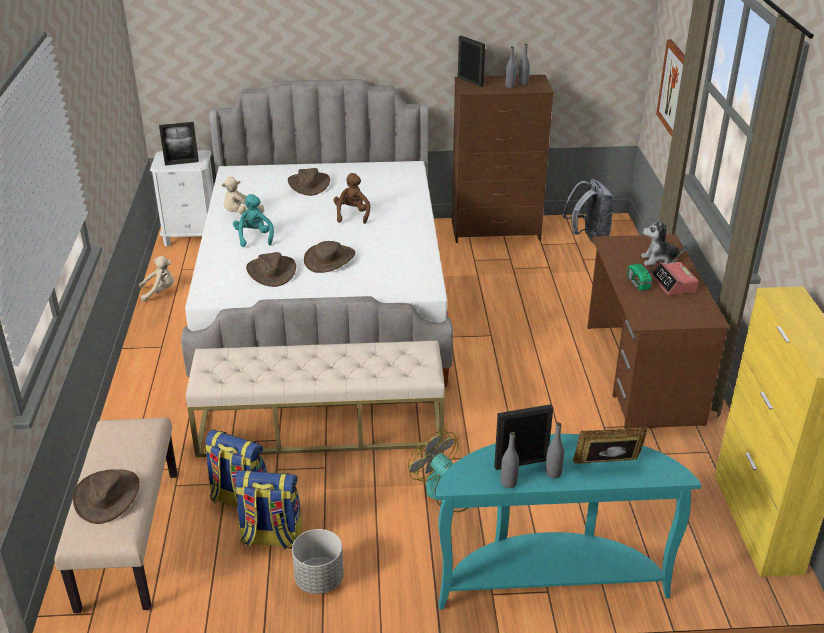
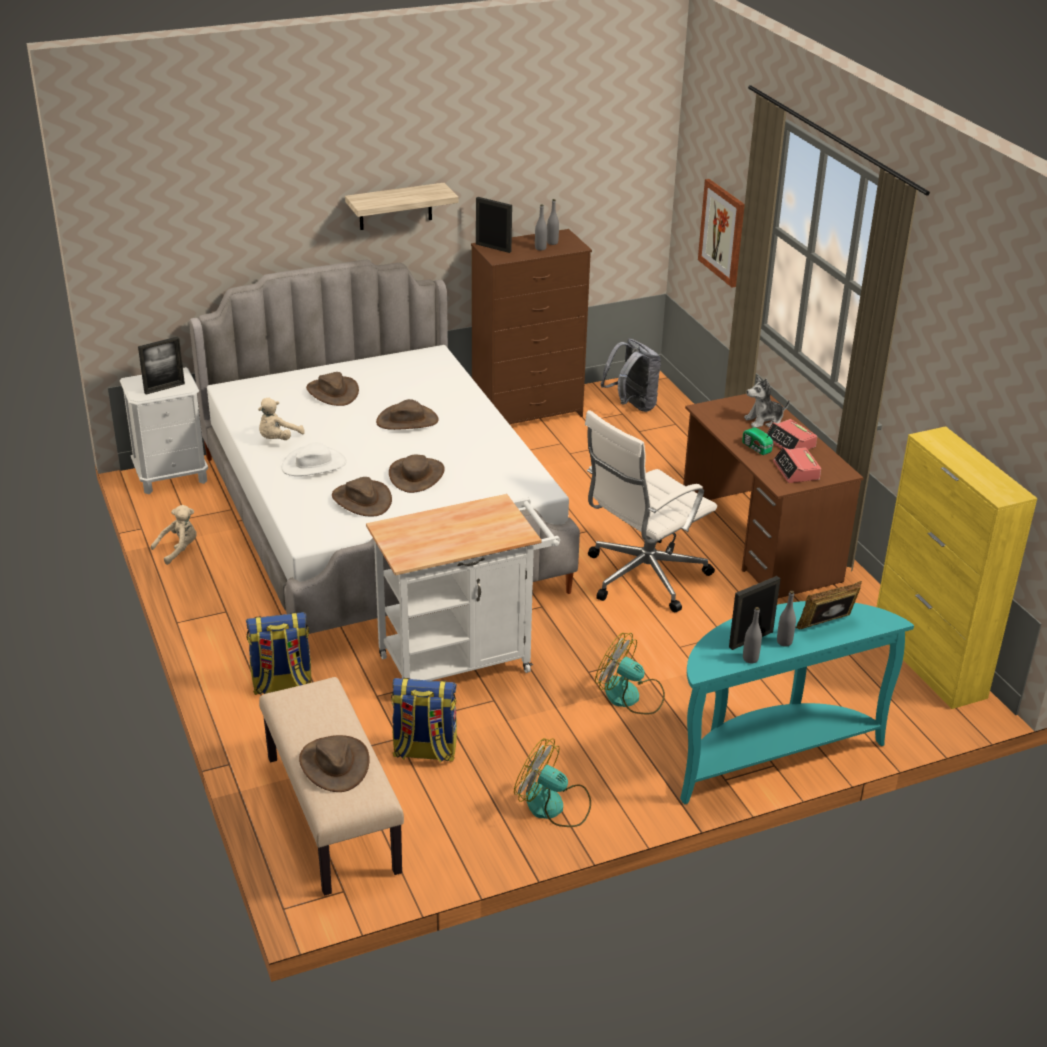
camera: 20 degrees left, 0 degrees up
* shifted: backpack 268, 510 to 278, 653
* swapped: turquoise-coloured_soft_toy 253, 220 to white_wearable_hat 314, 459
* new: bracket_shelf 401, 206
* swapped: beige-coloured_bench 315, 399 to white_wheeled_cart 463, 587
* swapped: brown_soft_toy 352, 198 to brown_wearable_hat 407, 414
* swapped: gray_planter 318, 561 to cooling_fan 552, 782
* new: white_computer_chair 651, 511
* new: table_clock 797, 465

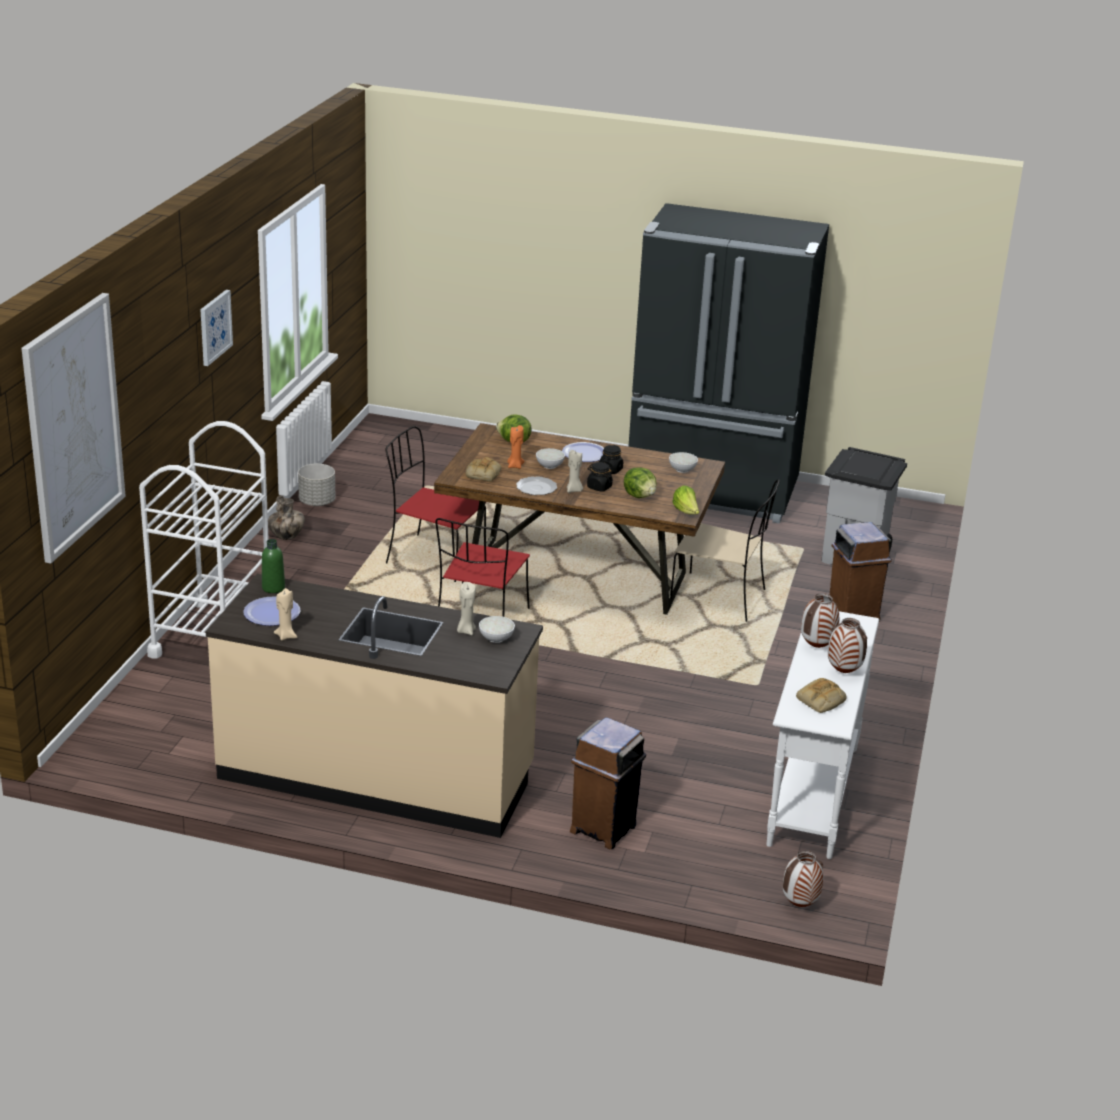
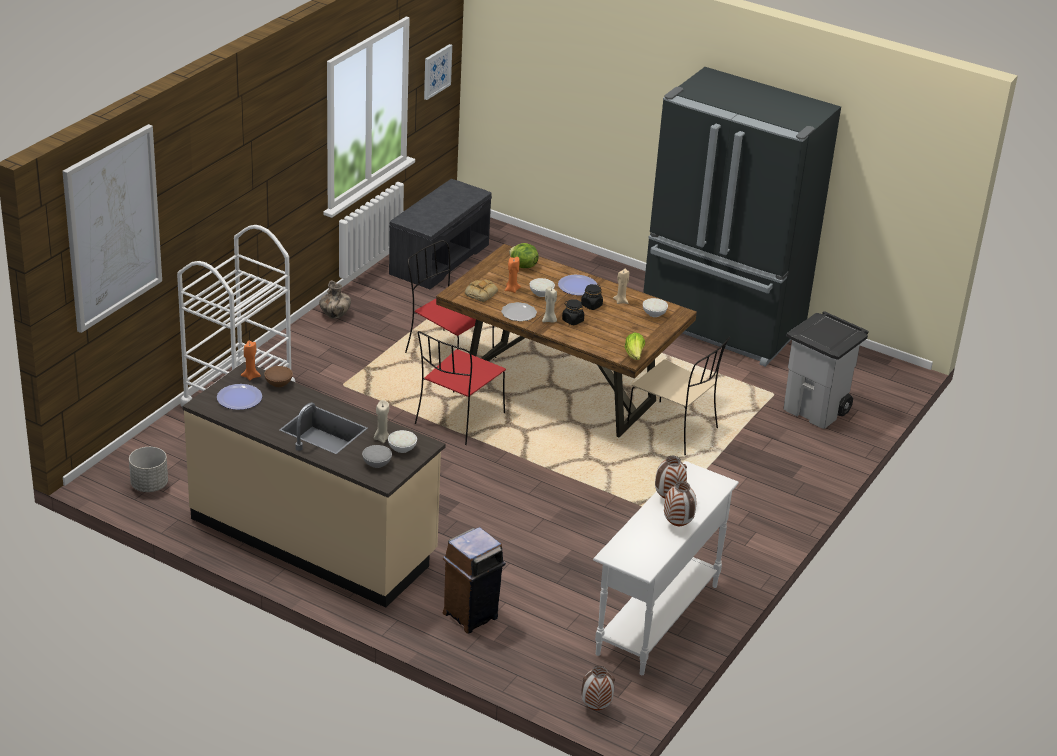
camera: 15 degrees right, 5 degrees up
* shifted: gray_planter 316, 485 to 148, 469
* swapped: green-coloured_beverage_bottle 273, 566 to orangey_wax_light 251, 360
* new: brown_serving_bowl 278, 376
* new: gray_serving_bowl 377, 456
* new: gray_bench 440, 234
* shifted: picture 216, 328 to 438, 72
* shifted: beige-coloured_wax_light 285, 614 to 621, 286
* gone: lettuce_head 640, 483
* gone: bread 821, 695
* gone: brown_rubbish_bin 861, 572

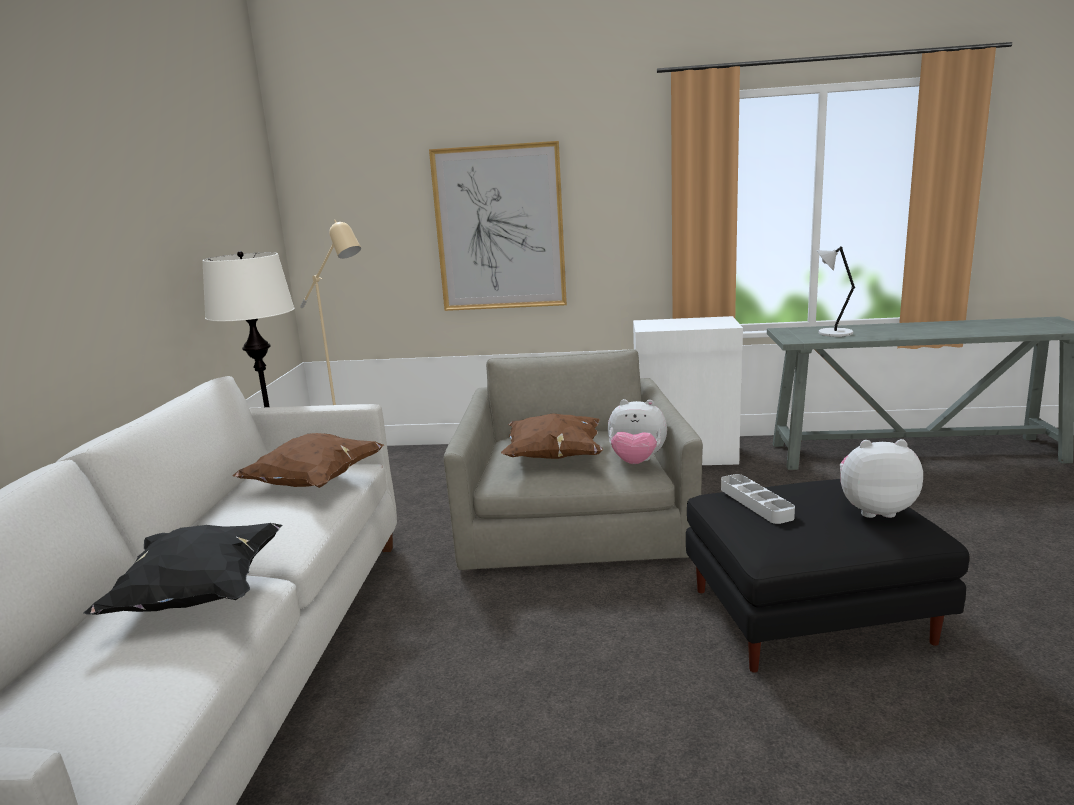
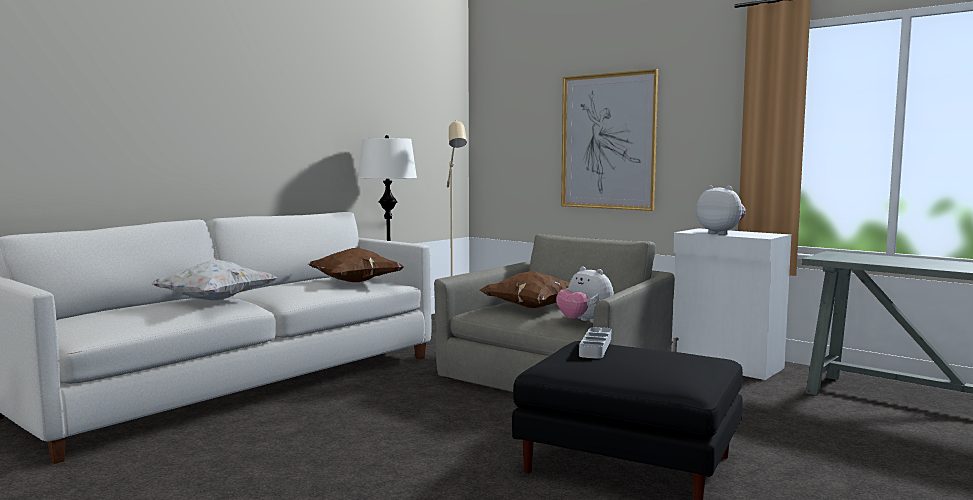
camera: 35 degrees right, 10 degrees down
* repainted: black_cushion 183, 569 to white_cushion 214, 280
* shifted: soft_toy 881, 478 to 721, 210
* gone: gray_lamp_for_a_table 835, 291

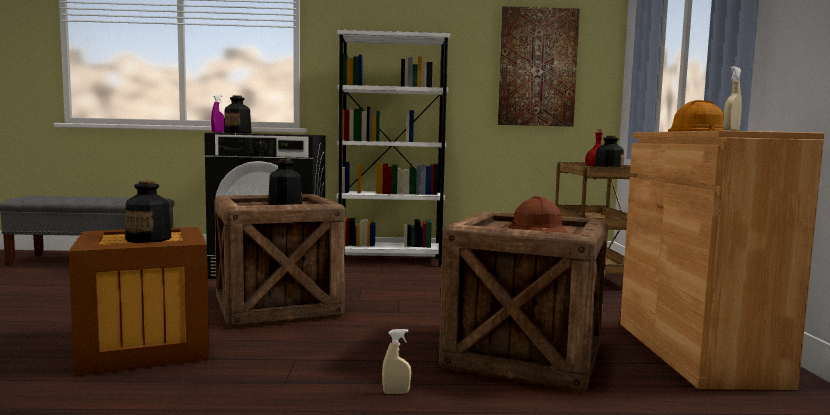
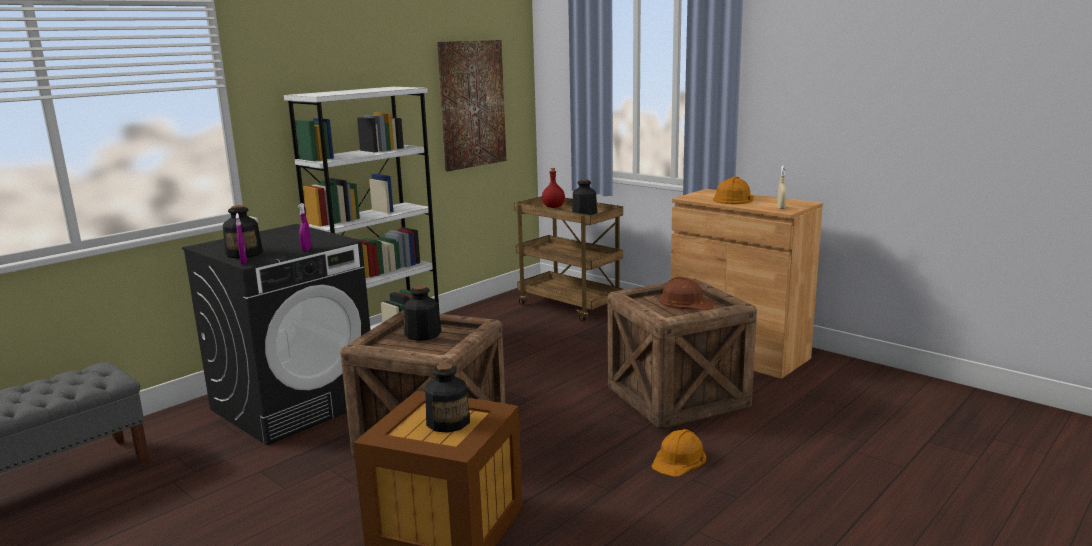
camera: 45 degrees left, 10 degrees up
* new: purple-coloured_sprayer 304, 227
* swapped: beige-coloured_sprayer 396, 361 to orangey_safety_helmet 679, 453

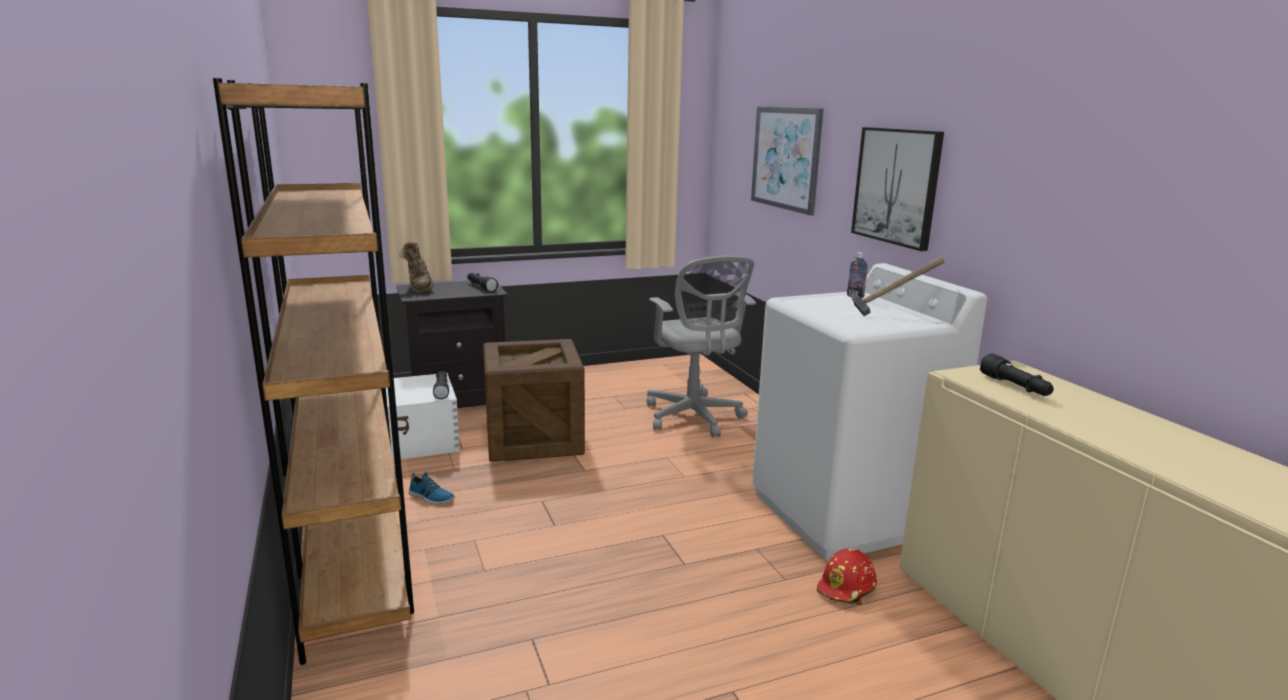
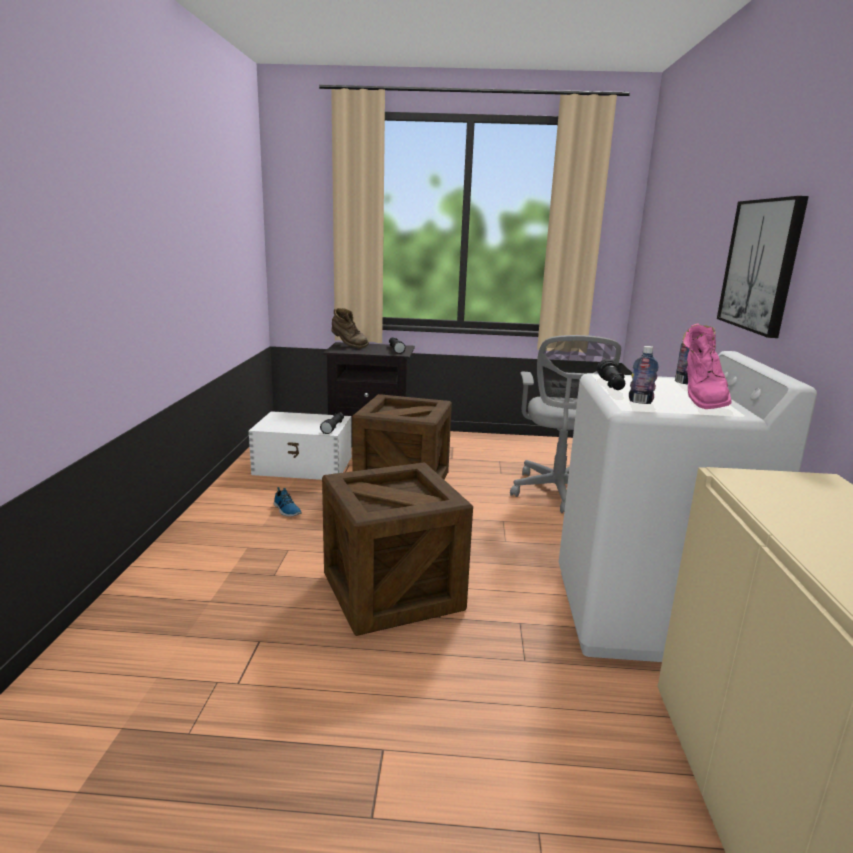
camera: 25 degrees right, 0 degrees up
* new: shipping_crate 397, 549
* rotated: brown_high-top_boot 416, 268 = 350, 328 60 degrees counterclockwise
* shifted: black_flashlight 1017, 374 to 611, 374
* new: beverage_bottle 644, 375
* swapped: hammer 897, 286 to pink-coloured_high-top_boot 706, 366
* gone: brown_bookshelf 313, 371
* gone: picture 787, 161
* gone: red-coloured_safety_helmet 847, 576

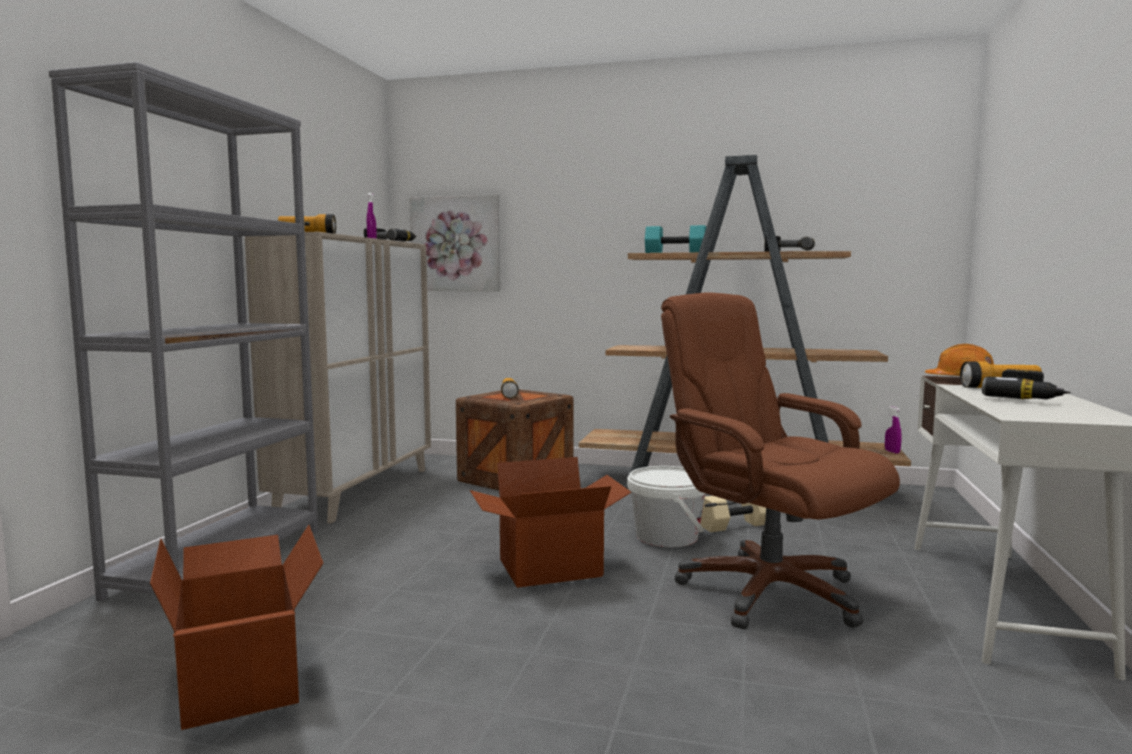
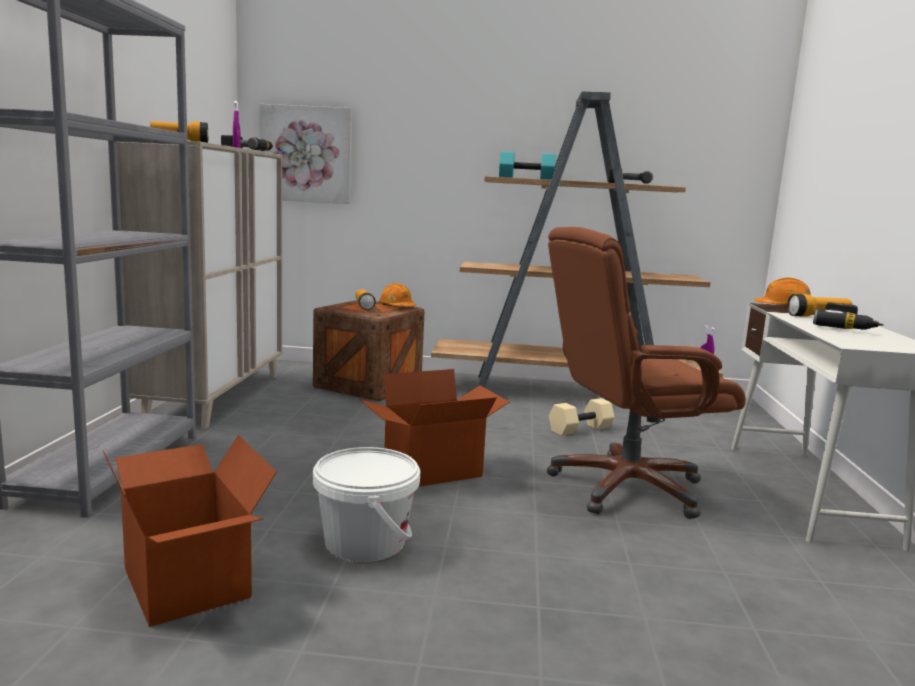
camera: 10 degrees left, 5 degrees up
* shifted: white_bucket 666, 506 to 366, 504
* new: orangey_safety_helmet 397, 295
* rotated: brown_computer_chair 780, 460 = 646, 373 60 degrees counterclockwise

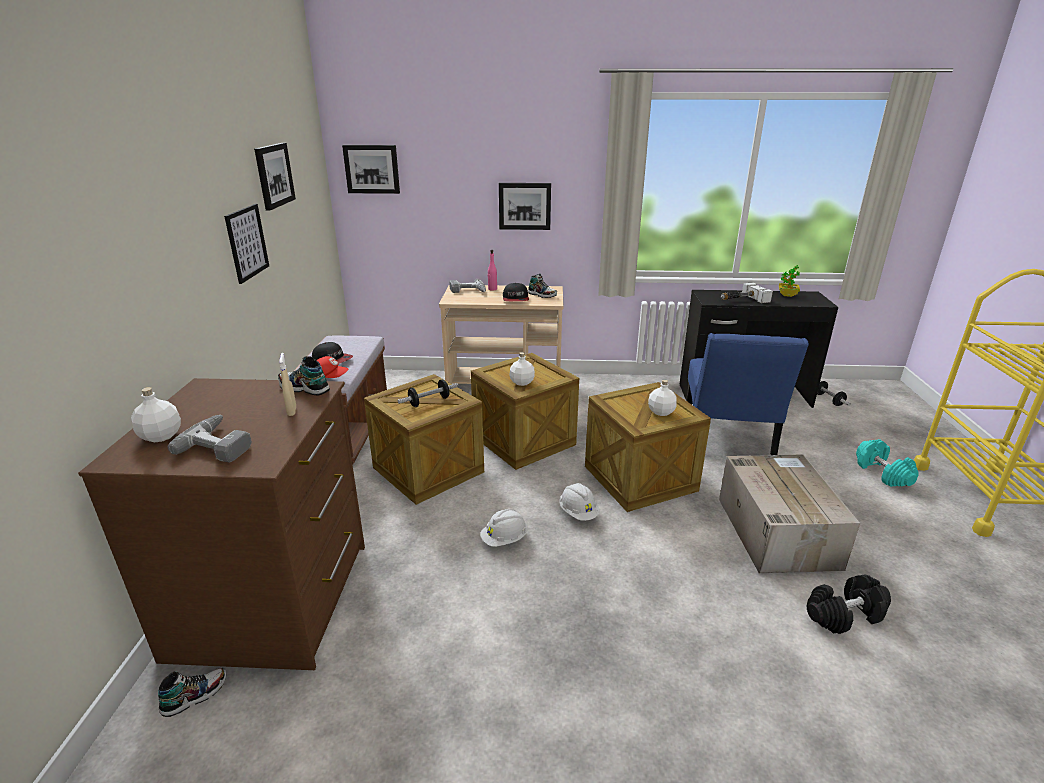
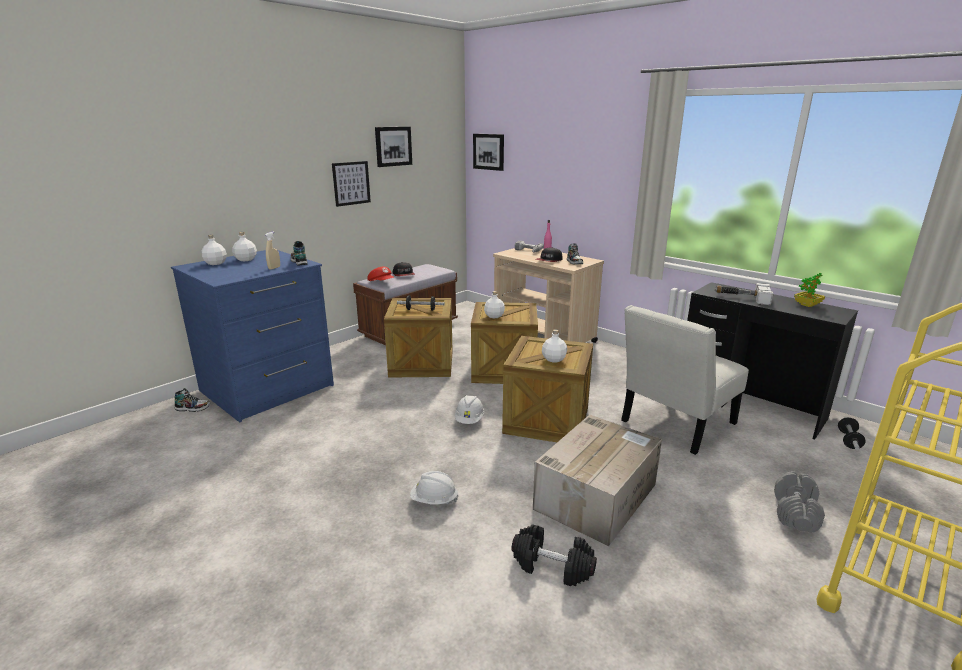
camera: 40 degrees right, 5 degrees down
* repainted: brown_dresser 221, 524 to blue-coloured_dresser 252, 336
* new: white_beverage_bottle 244, 246
* shifted: white_safety_helmet 504, 528 to 434, 487
* repainted: blue-coloured_plain_chair 747, 394 to white_plain_chair 685, 380
* repainted: turquoise-coloured_dumbbell 887, 463 to gray_dumbbell 799, 502
* gone: drill 210, 439
* gone: picture 525, 206

